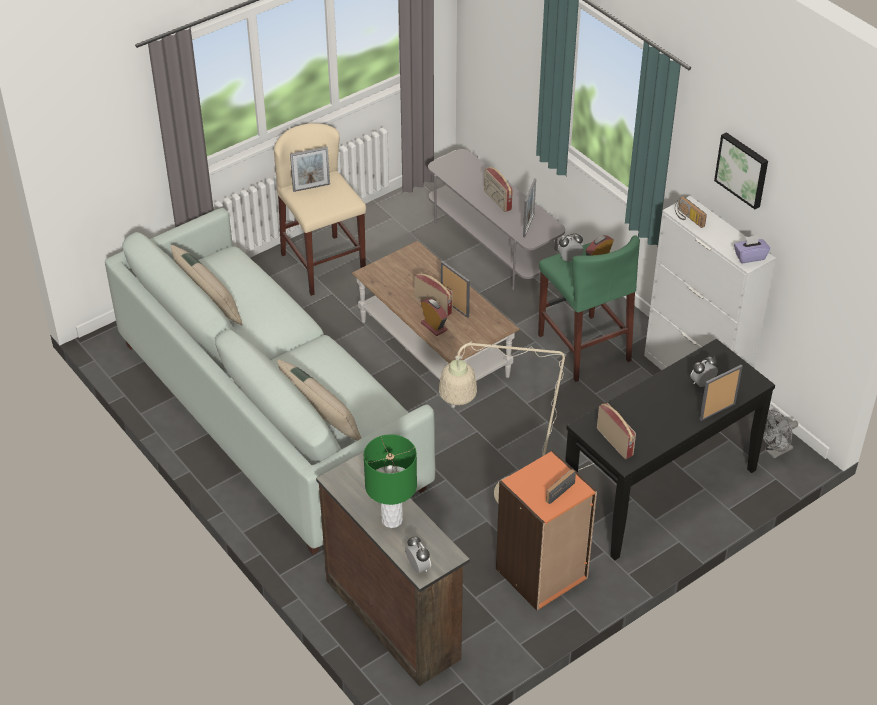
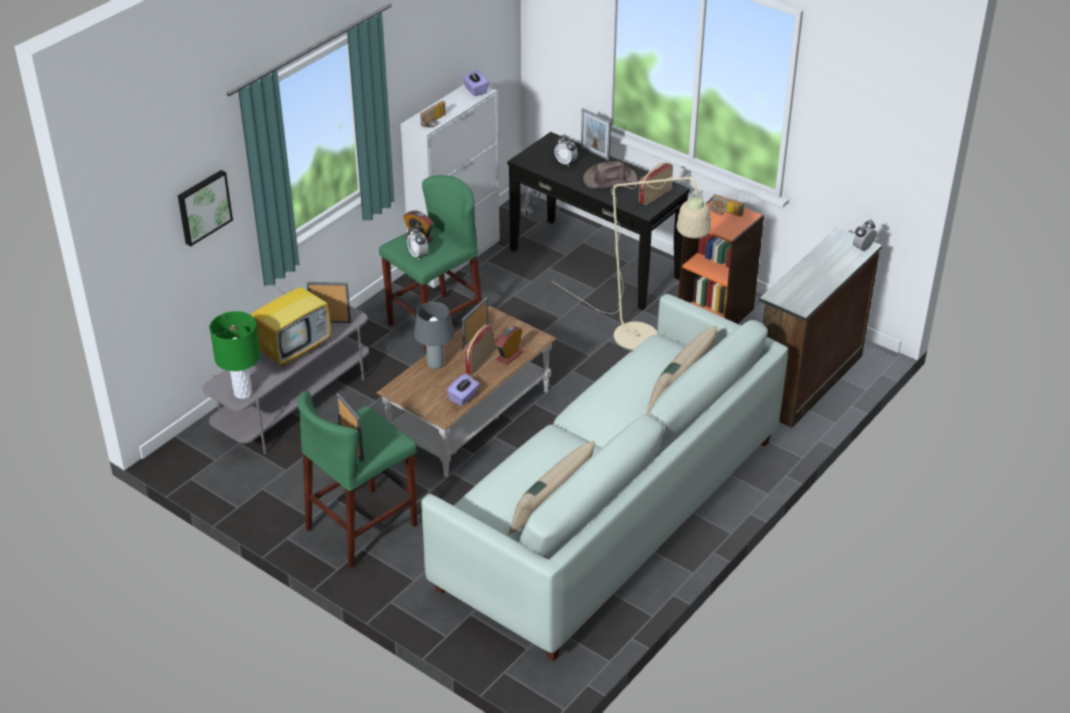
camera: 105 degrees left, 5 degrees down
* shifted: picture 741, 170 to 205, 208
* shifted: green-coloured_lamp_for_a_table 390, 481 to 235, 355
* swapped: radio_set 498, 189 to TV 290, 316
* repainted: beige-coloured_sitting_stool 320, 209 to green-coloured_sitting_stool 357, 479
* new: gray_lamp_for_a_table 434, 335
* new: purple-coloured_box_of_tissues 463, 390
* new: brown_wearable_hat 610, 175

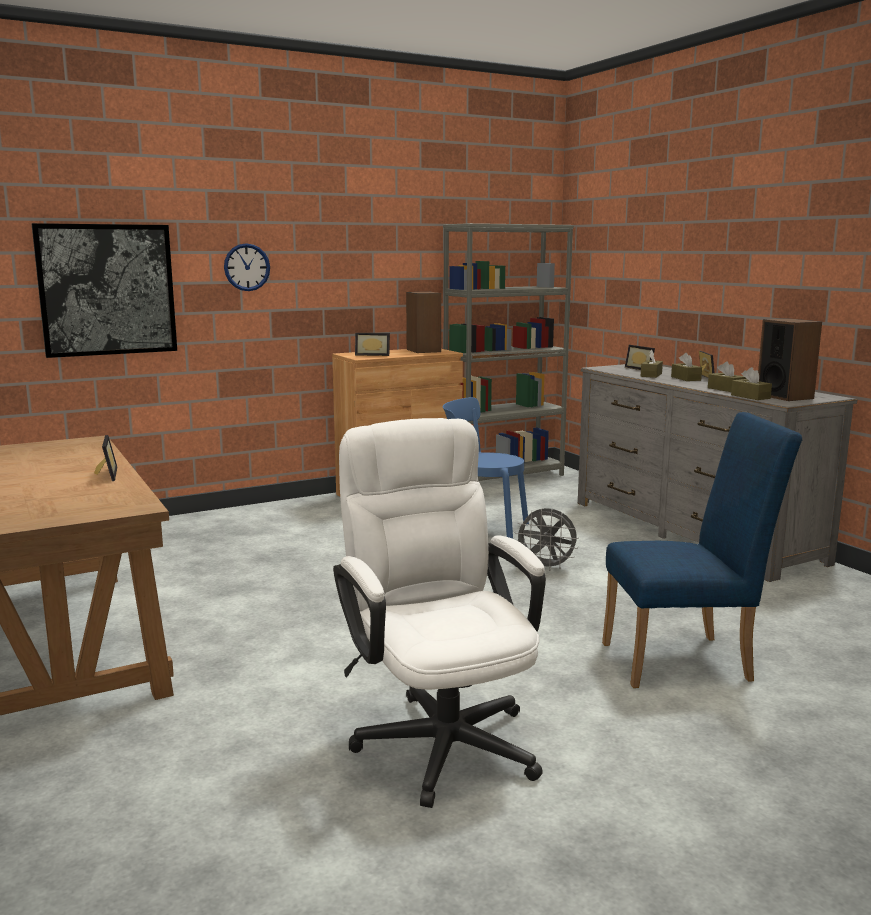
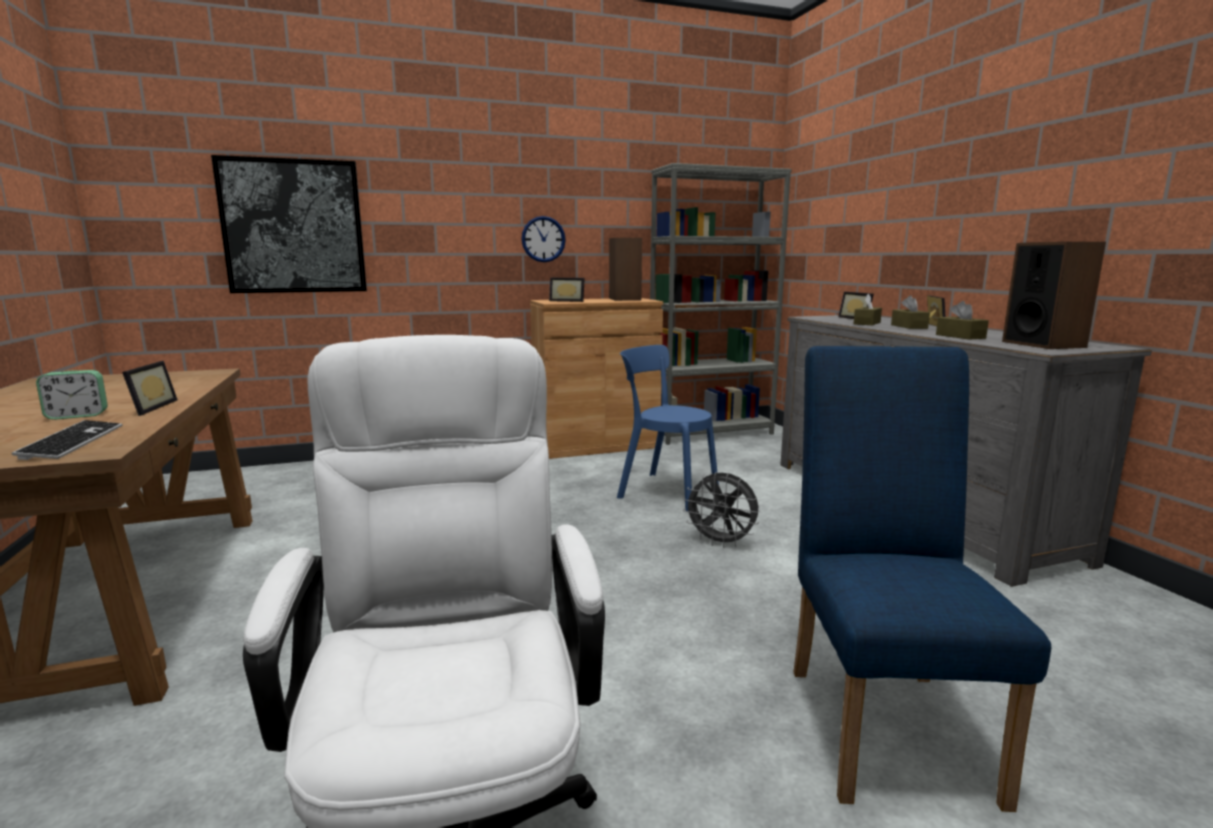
camera: 10 degrees right, 0 degrees up
* new: keyboard 67, 440
* new: table_clock 72, 395
* shifted: wall_clock 247, 267 to 543, 239
* rotated: blue-coloured_plain_chair 702, 550 = 922, 579 90 degrees counterclockwise
* gone: brown_box_of_tissues 751, 383

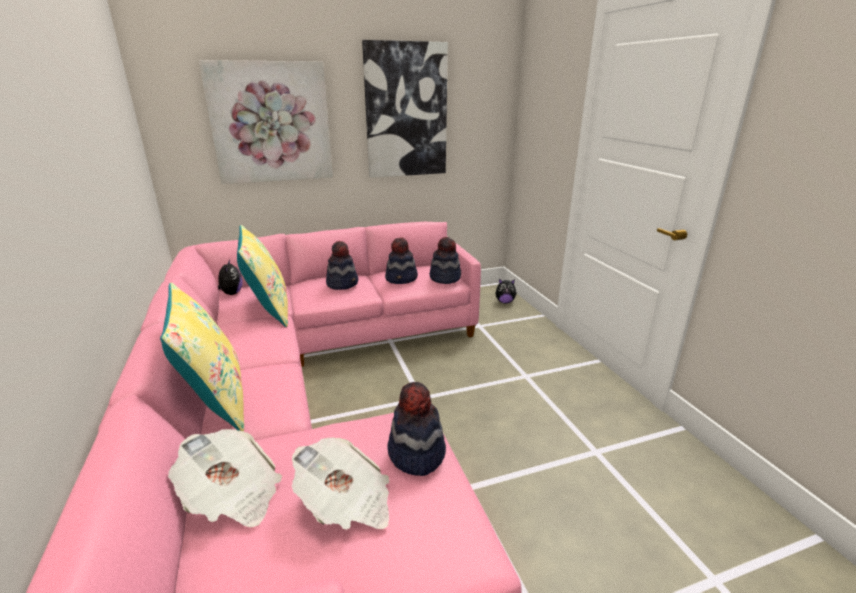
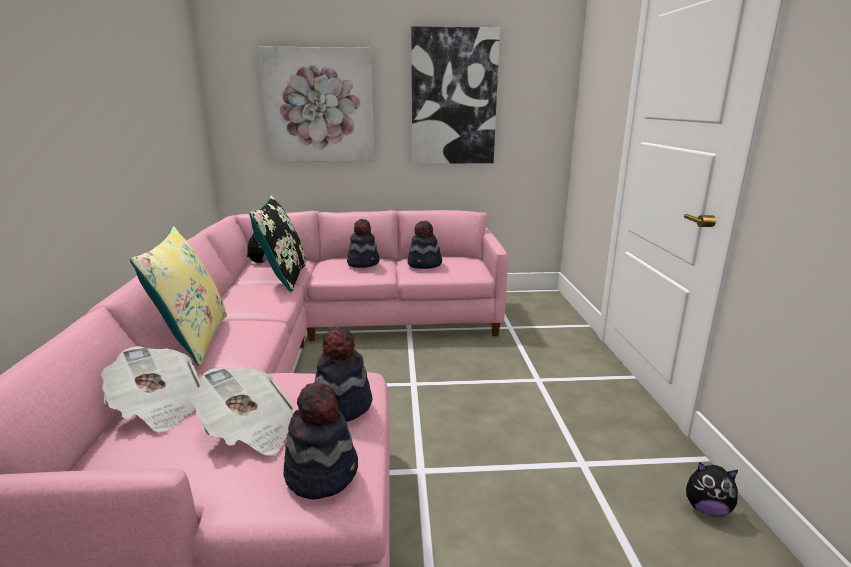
camera: 15 degrees right, 5 degrees down
* repainted: yellow_cushion 262, 276 to black_cushion 277, 244
* shifted: wearable_hat 445, 260 to 320, 440
* shifted: soft_toy 506, 291 to 712, 489

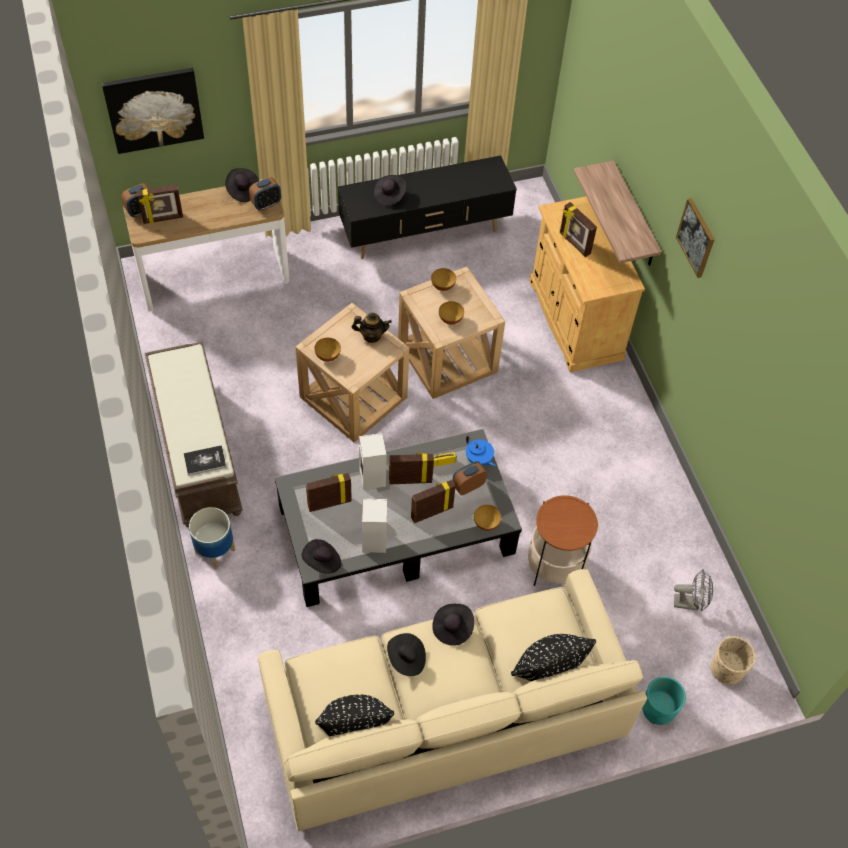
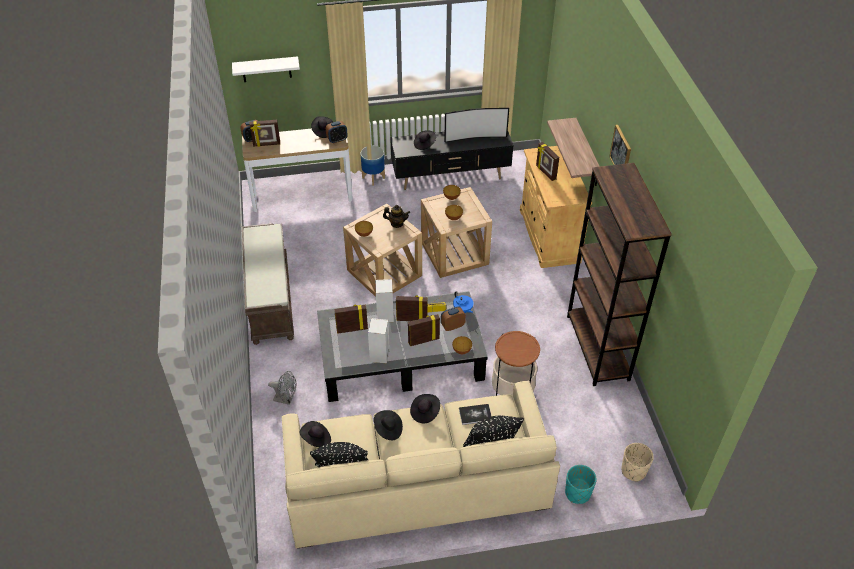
camera: 10 degrees right, 10 degrees down
* swapped: picture 153, 111 to white_bracket_shelf 266, 69
* shifted: gray_cooling_fan 693, 590 to 282, 388
* shifted: black_wearable_hat 321, 556 to 315, 434
* shifted: planter 212, 538 to 373, 166
* new: TV 476, 125
* shifted: bound_book 204, 460 to 475, 414
* new: brown_bookshelf 619, 274

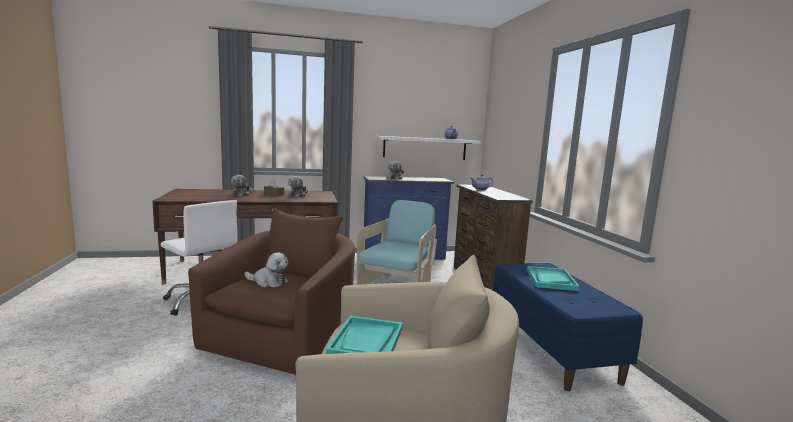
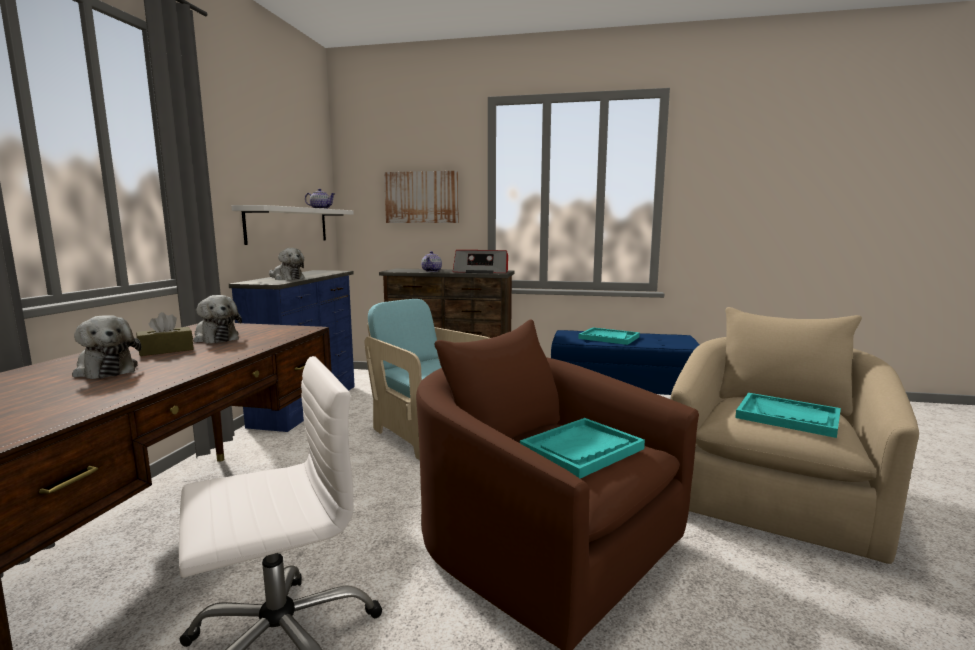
camera: 65 degrees left, 0 degrees up
* new: picture 421, 197
* new: radio_set 480, 261
* swapped: soft_toy 266, 270 to turquoise-coloured_carrying_tray 582, 448

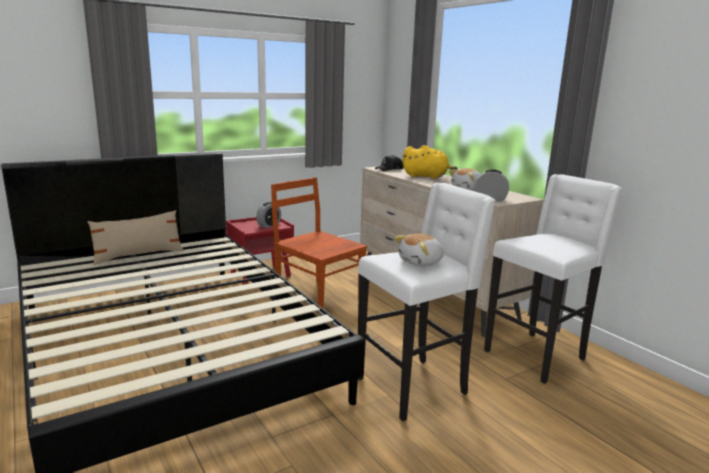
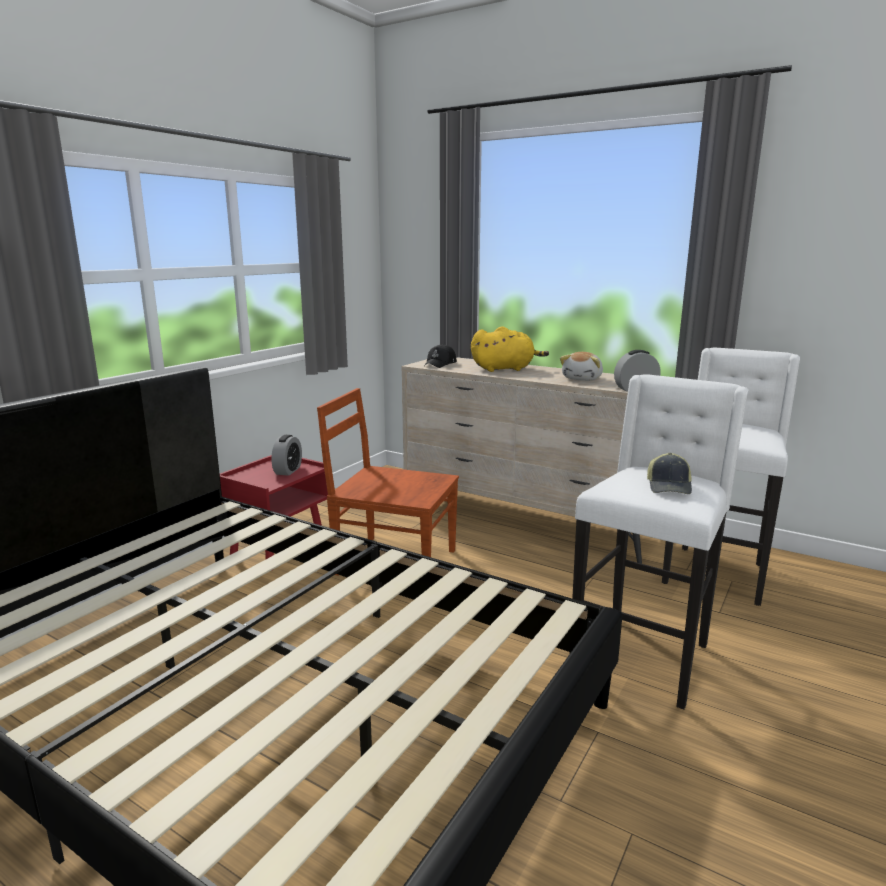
camera: 25 degrees left, 0 degrees up
* swapped: soft_toy 419, 249 to peaked_cap 669, 473
* gone: beige-coloured_cushion 135, 237

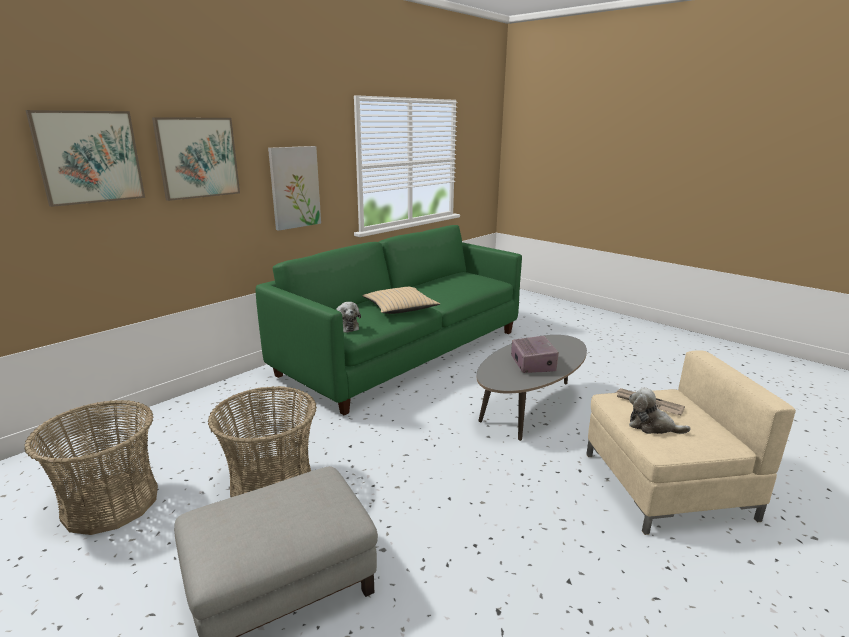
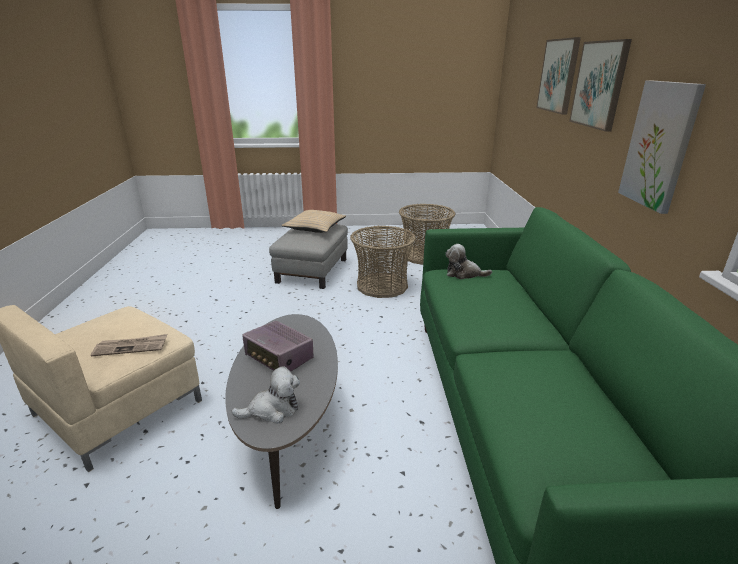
camera: 135 degrees right, 5 degrees up
* shifted: soft_toy 659, 410 to 265, 395
* shifted: beige-coloured_cushion 401, 300 to 313, 221

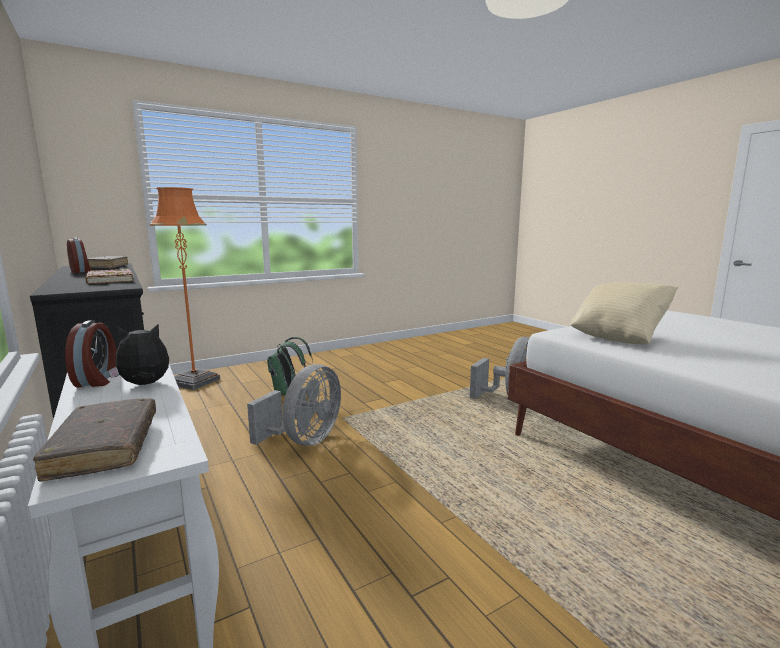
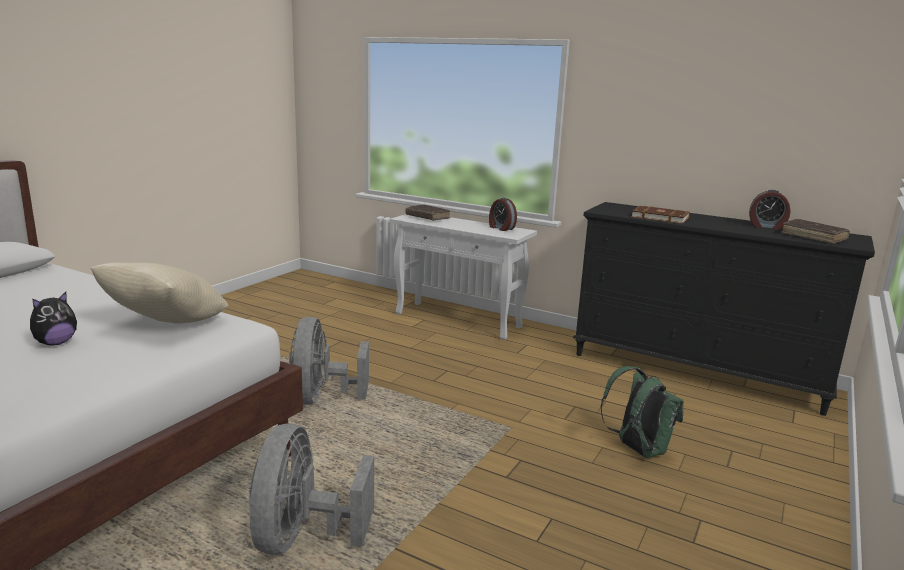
camera: 150 degrees right, 5 degrees up
* shifted: soft_toy 138, 354 to 53, 319
* shifted: gray_cooling_fan 294, 405 to 329, 361
* gone: orangey_floor_lamp 185, 288

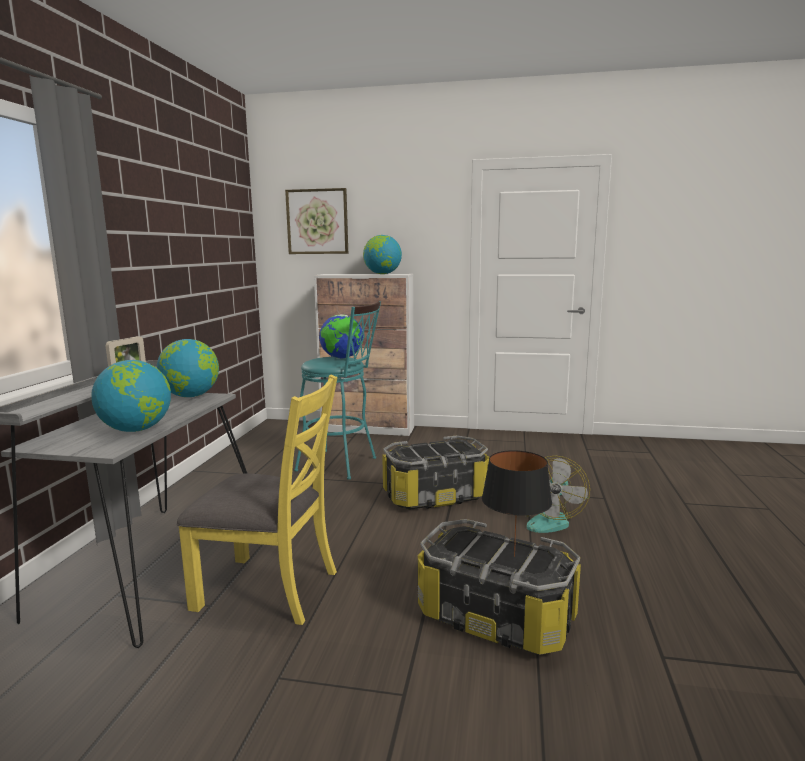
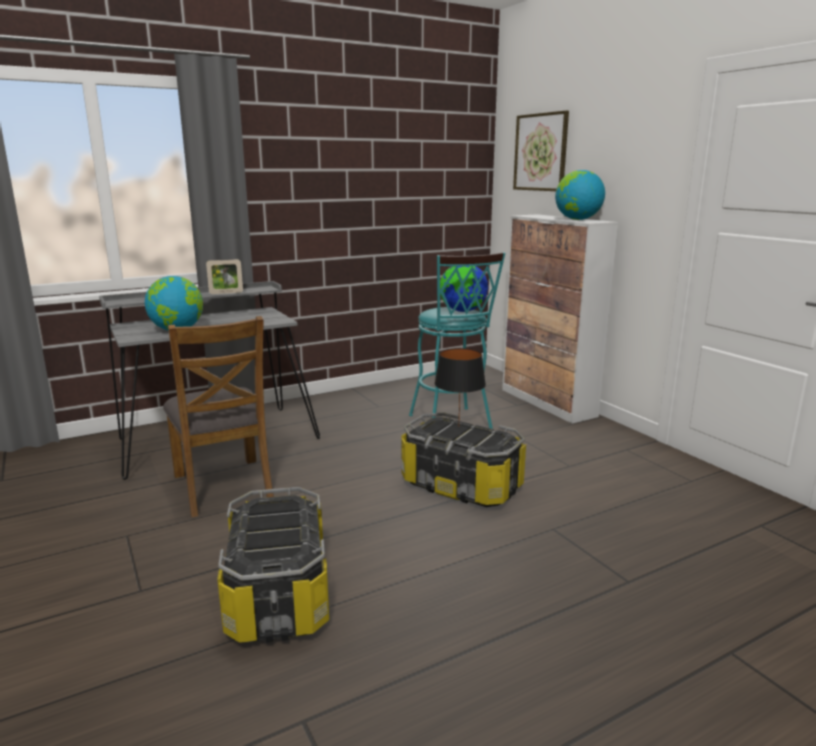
camera: 50 degrees right, 5 degrees up
* repainted: yellow_plain_chair 257, 500 to brown_plain_chair 218, 416
* shifted: black_lamp_for_a_table 517, 503 to 460, 382
* gone: world_globe 188, 368
* gone: cooling_fan 558, 494

